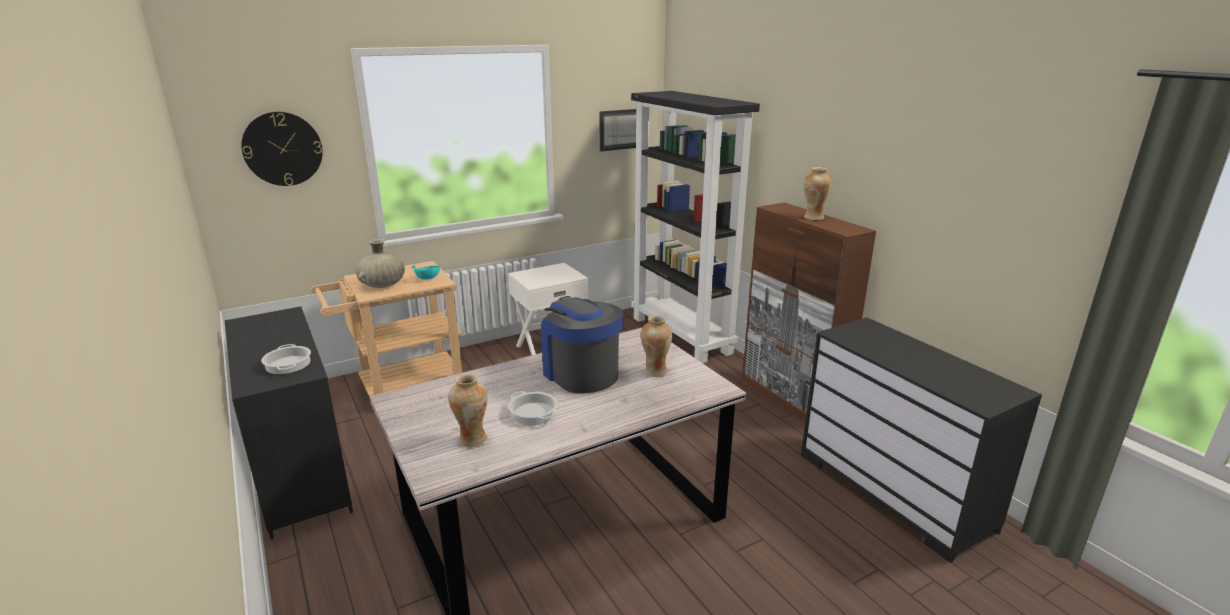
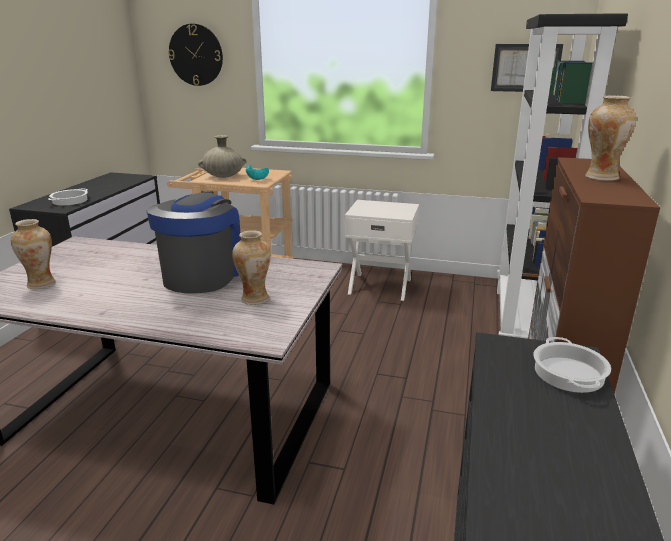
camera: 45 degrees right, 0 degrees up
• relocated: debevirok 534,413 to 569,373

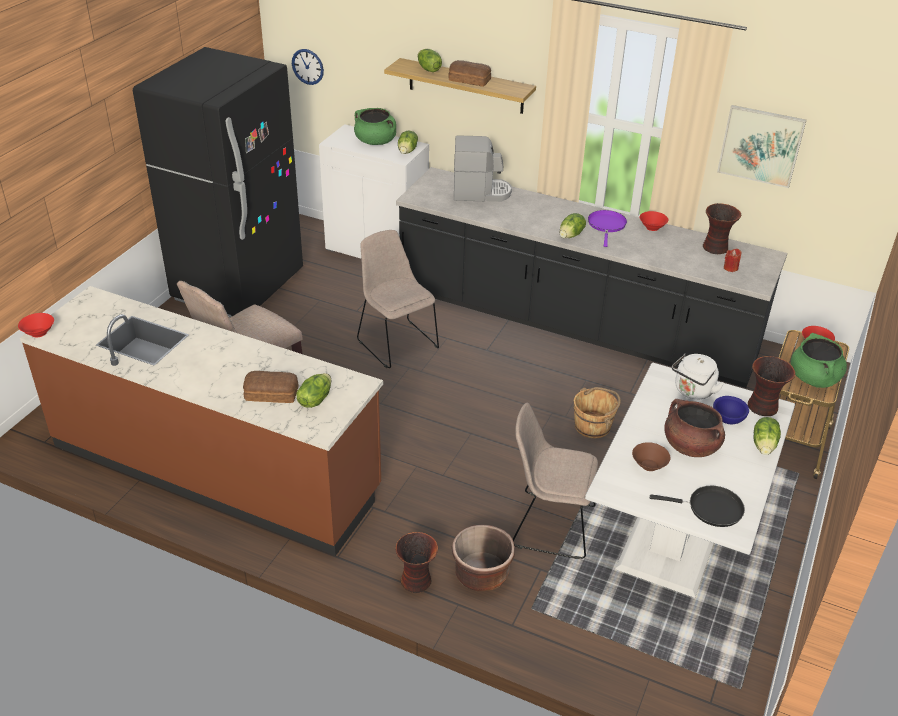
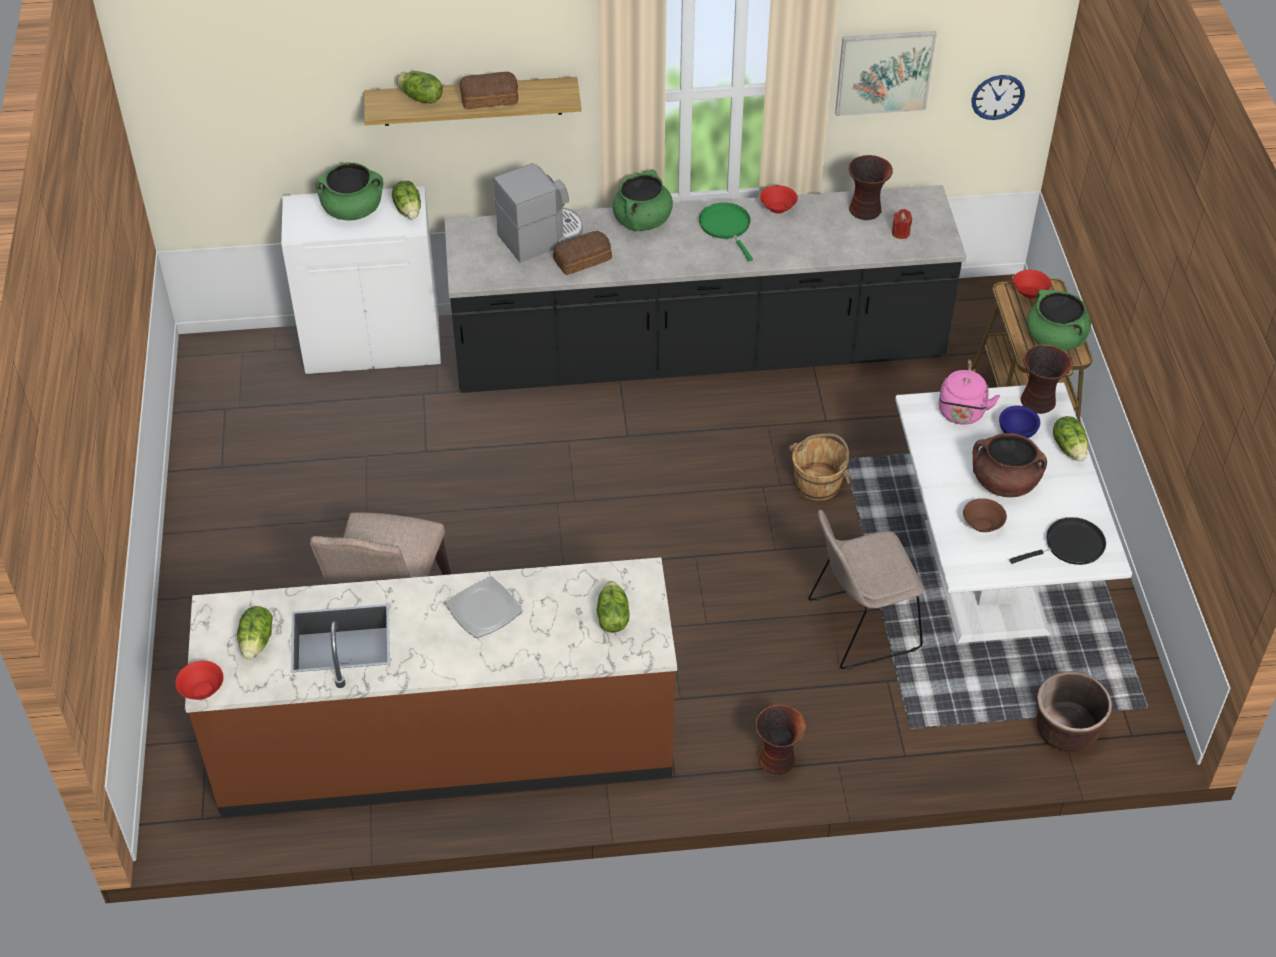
camera: 30 degrees left, 10 degrees up
• missing: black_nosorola 239,286
• relocated: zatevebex 272,394 to 583,260
• relocated: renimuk 307,66 to 997,97
• missing: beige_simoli 396,342
• relocated: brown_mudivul 481,574 to 1066,729
• relocated: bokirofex 571,235 to 257,641
• colour: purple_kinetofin 606,225 to green_kinetofin 726,227
• colour: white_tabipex 692,391 to pink_tabipex 961,414
• appeared: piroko 484,610
• appeared: green_debevirok 642,221

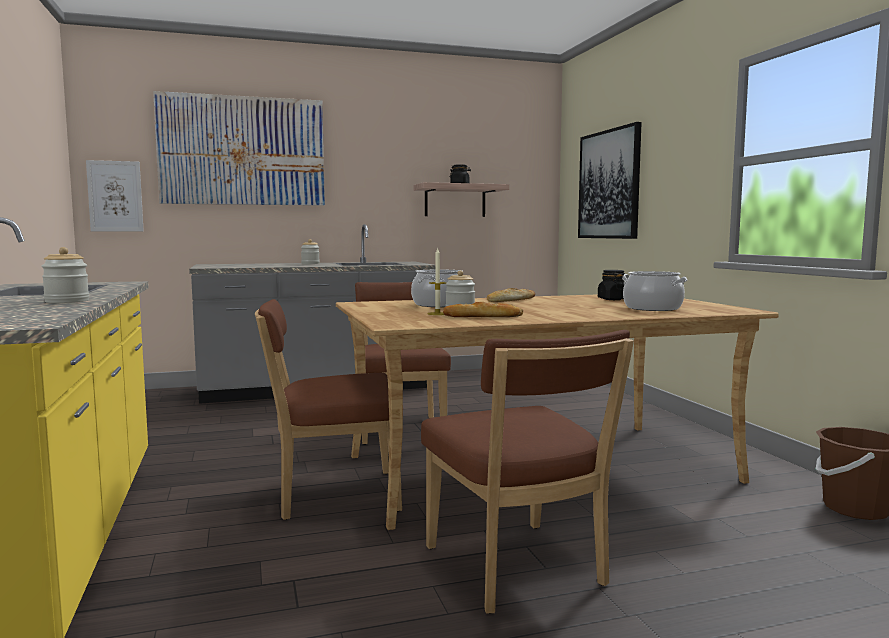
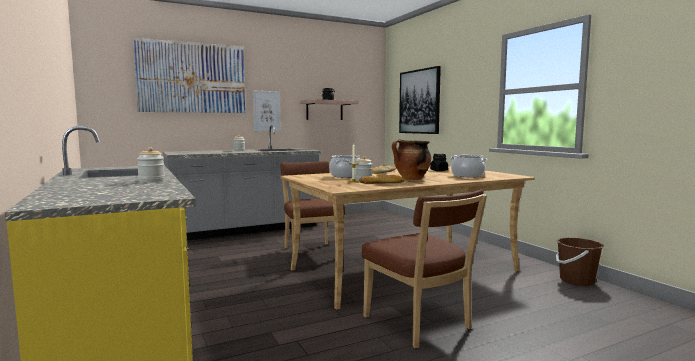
camera: 10 degrees left, 0 degrees up
• relocated: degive 115,196 to 266,111
• missing: brown_simoli 332,495
• appeared: debevirok 411,179

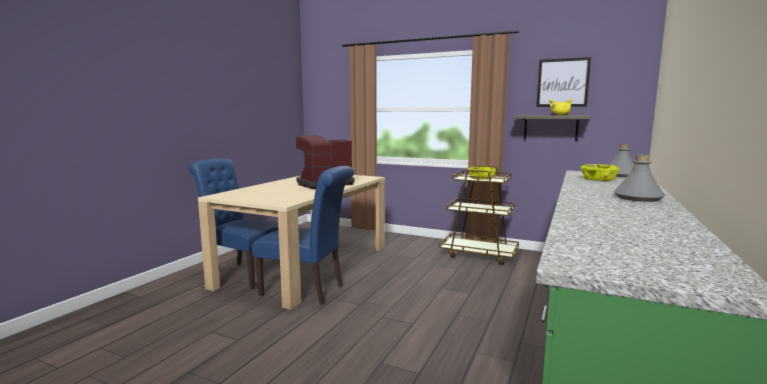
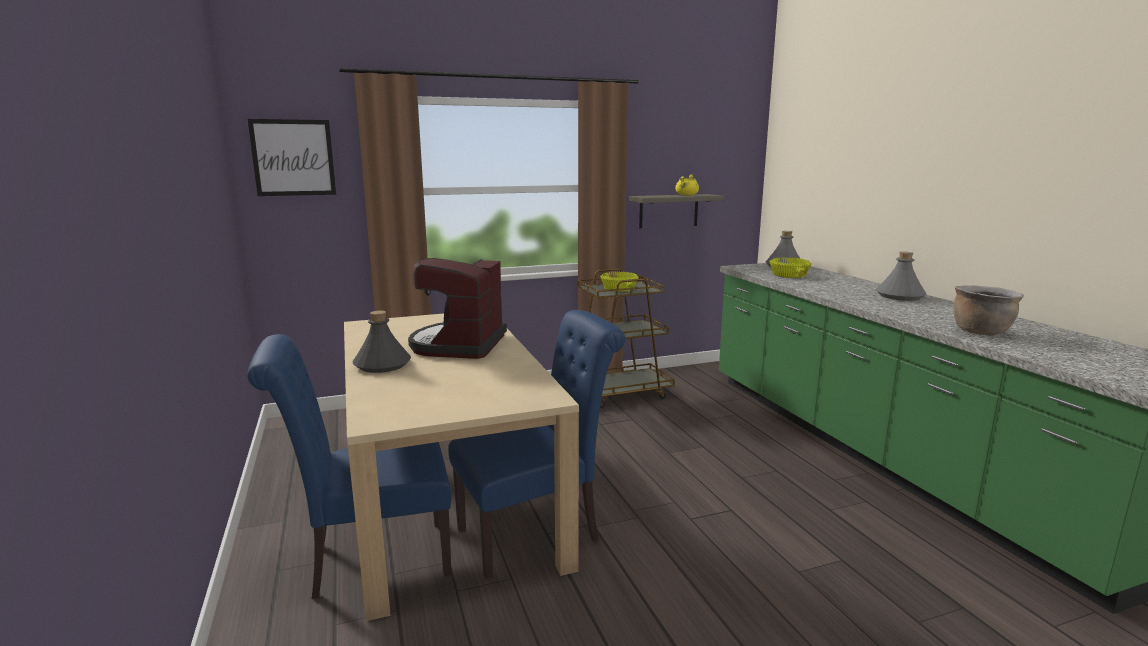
camera: 45 degrees left, 5 degrees up
• relocated: degive 562,83 to 293,158
• appeared: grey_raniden 382,365
• appeared: brown_debevirok 980,331

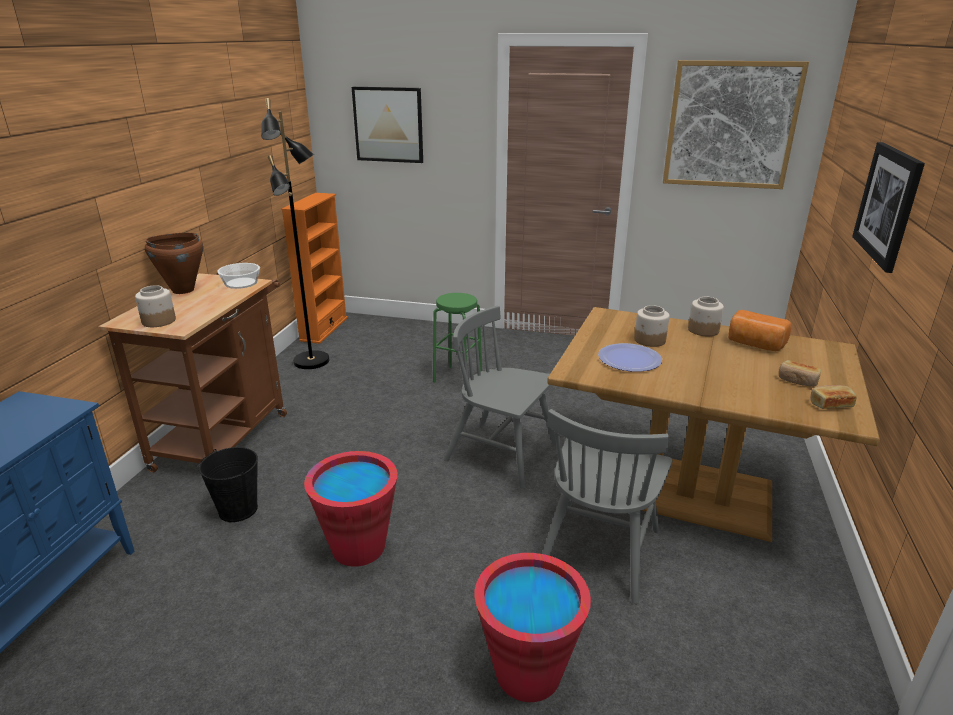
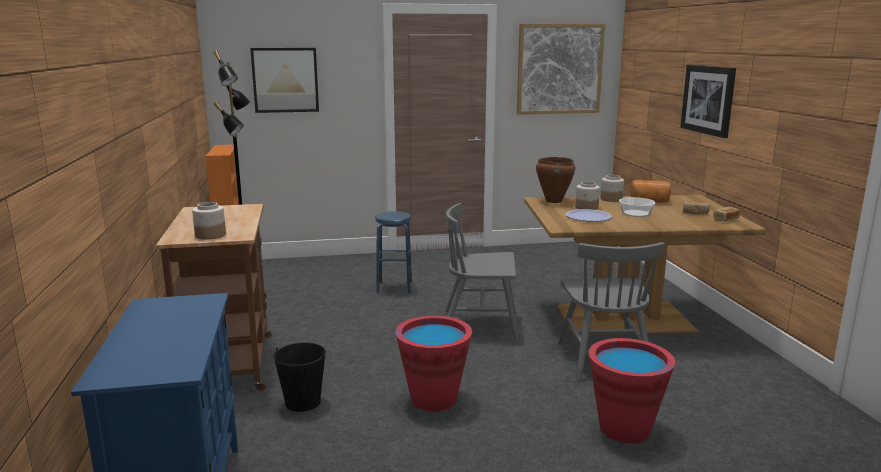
camera: 25 degrees left, 10 degrees down
• relocated: brown_debevirok 182,290 to 553,201
• relocated: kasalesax 241,283 to 636,213
• colour: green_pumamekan 457,378 to blue_pumamekan 394,287

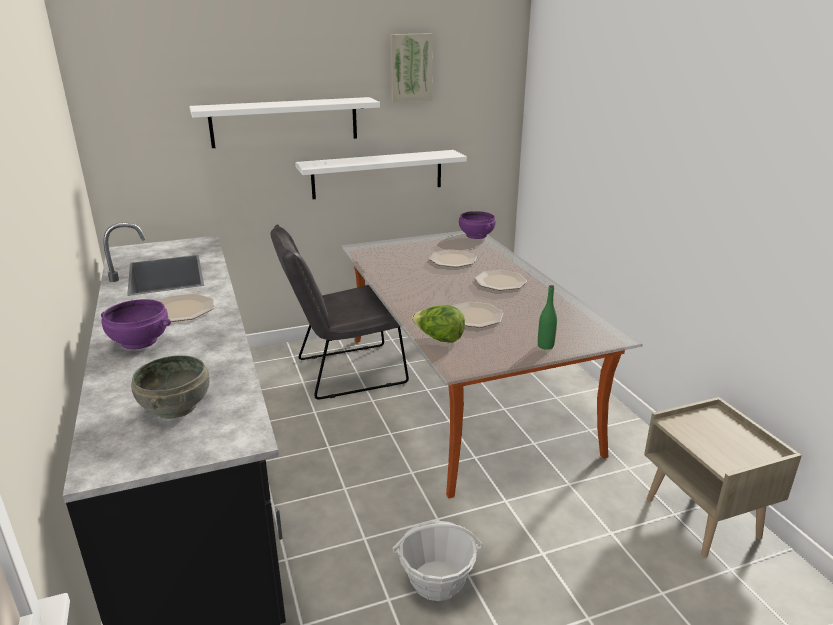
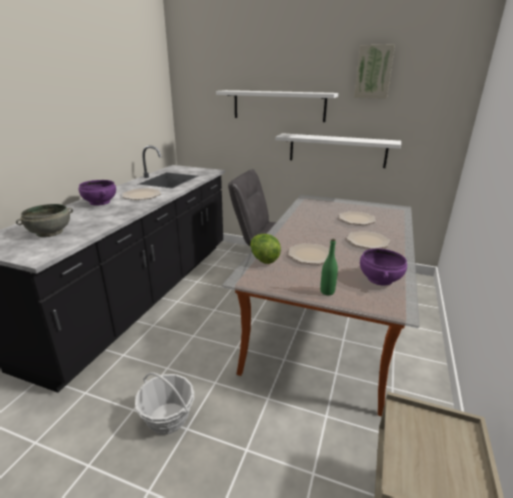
camera: 40 degrees right, 0 degrees up
• relocated: purple_kasalesax 475,235 to 379,279

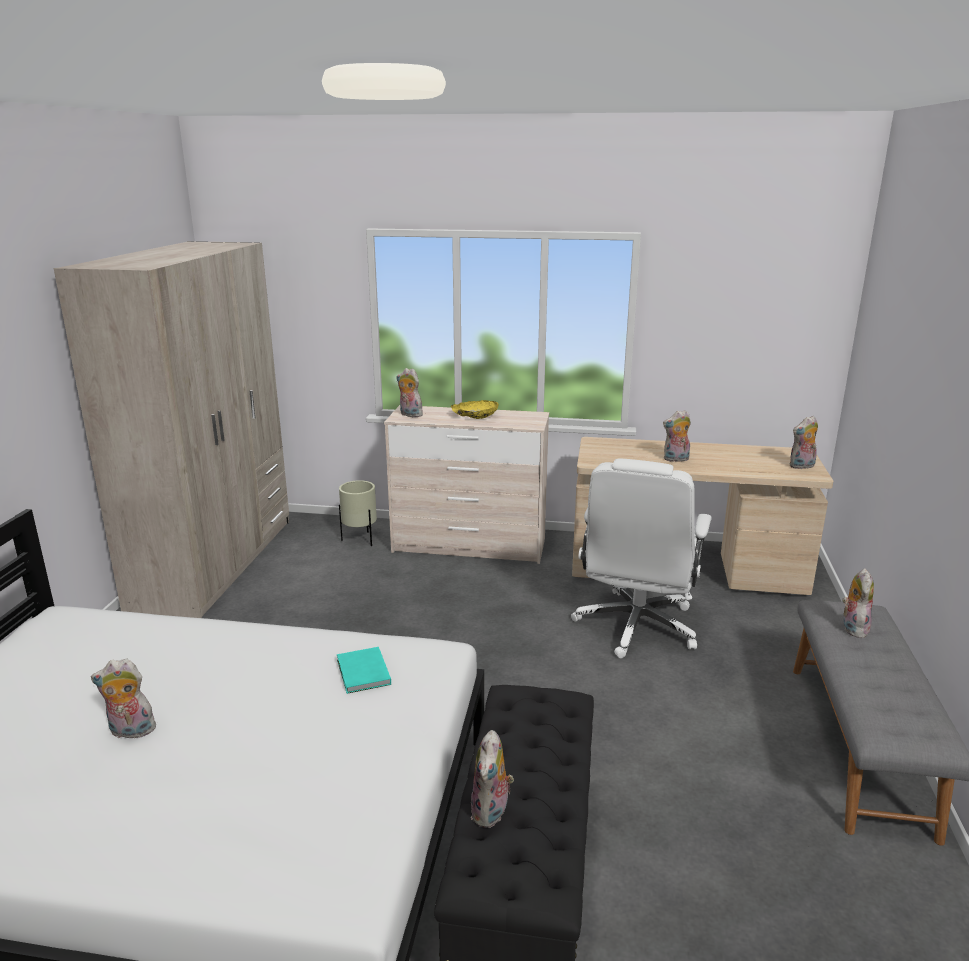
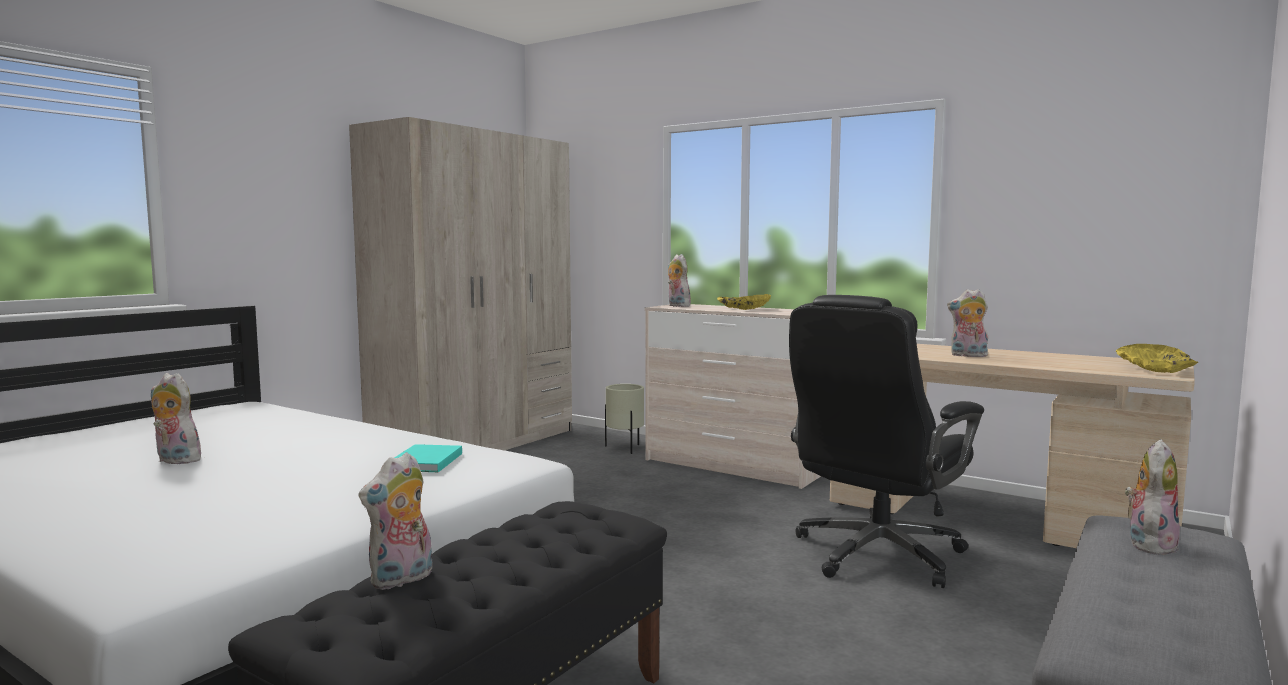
camera: 25 degrees right, 15 degrees down
• colour: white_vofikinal 636,626 to black_vofikinal 876,555
• exchanged: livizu 802,466 to yellow_kasalesax 1154,370

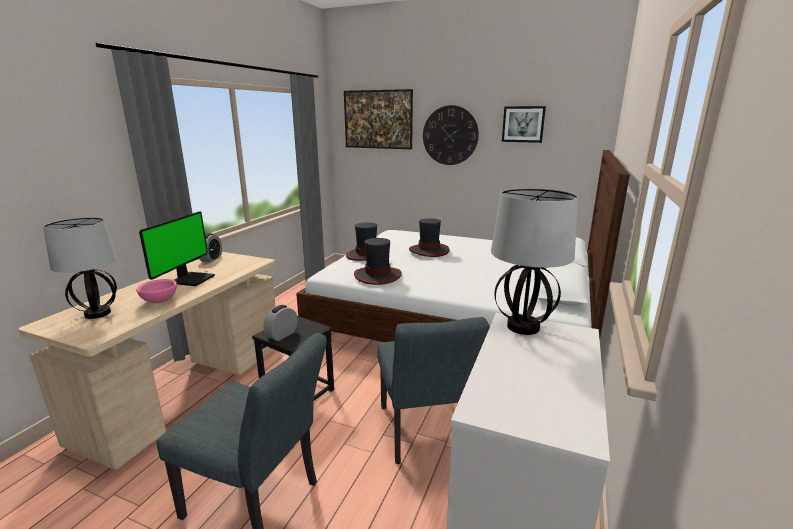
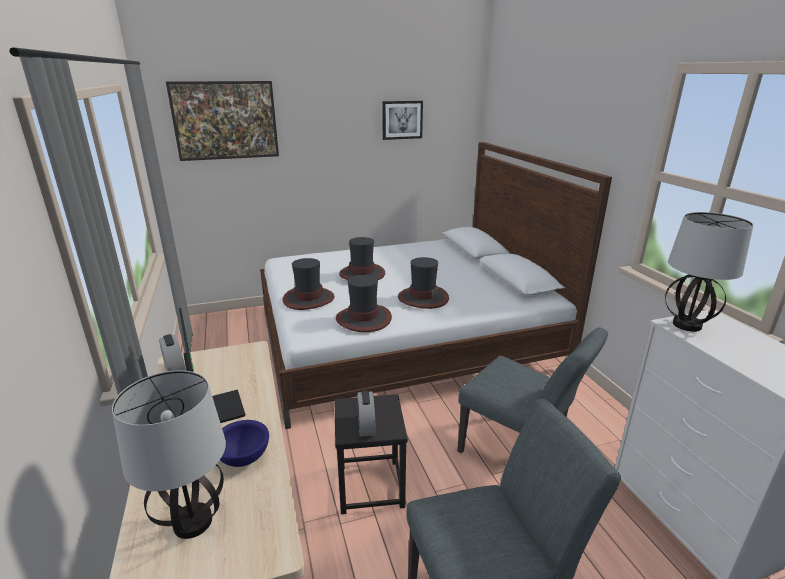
camera: 40 degrees left, 5 degrees up
• colour: pink_kasalesax 160,301 to blue_kasalesax 244,457
• missing: renimuk 450,135
• appeared: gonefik 423,298

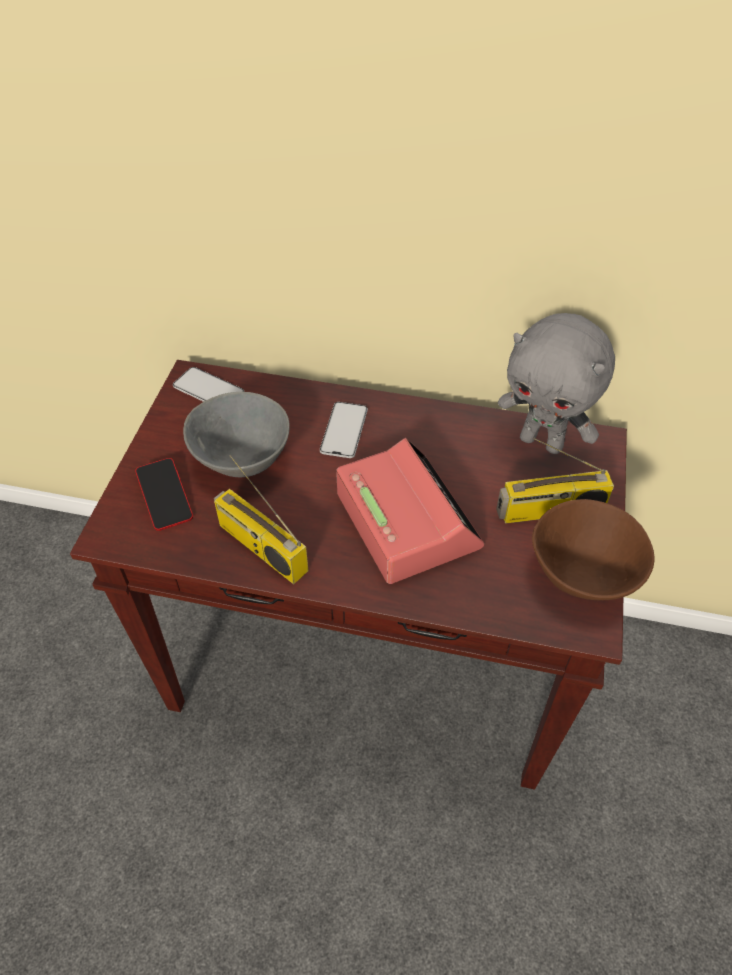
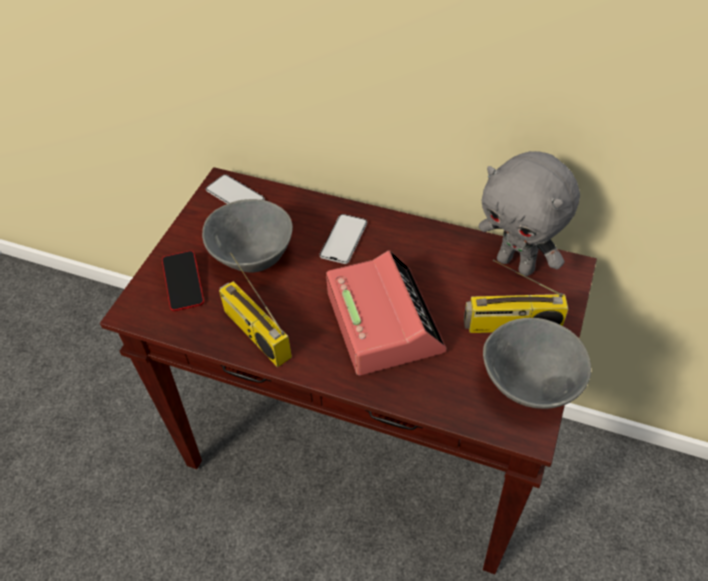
camera: 10 degrees right, 0 degrees up
• colour: brown_kasalesax 582,579 to grey_kasalesax 529,388

